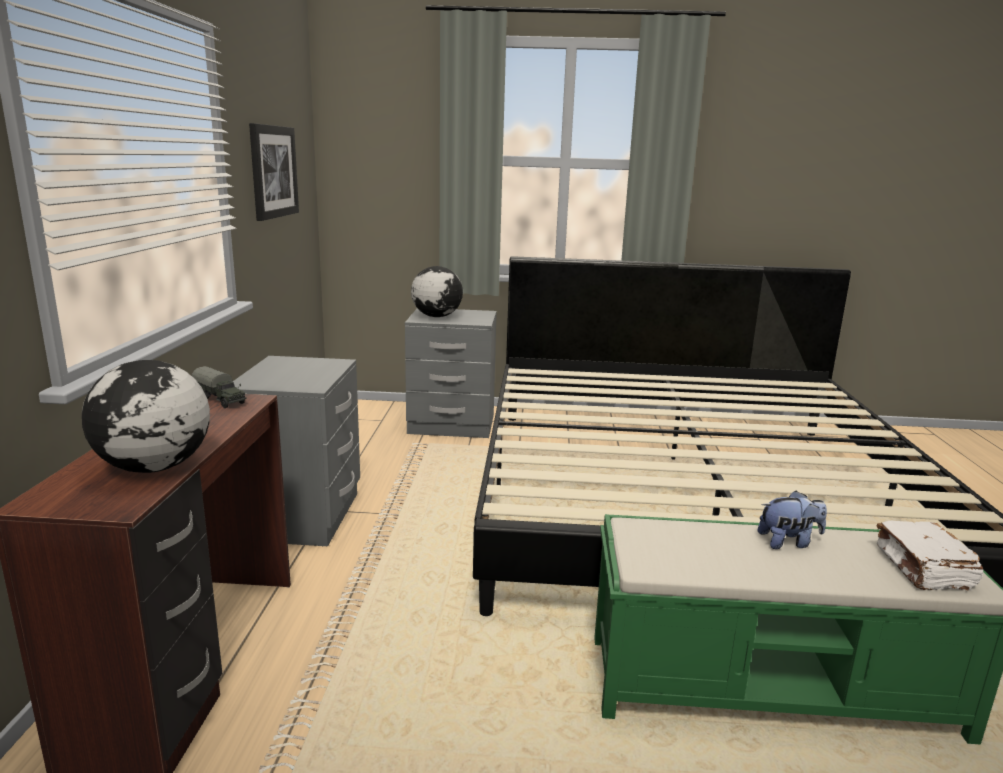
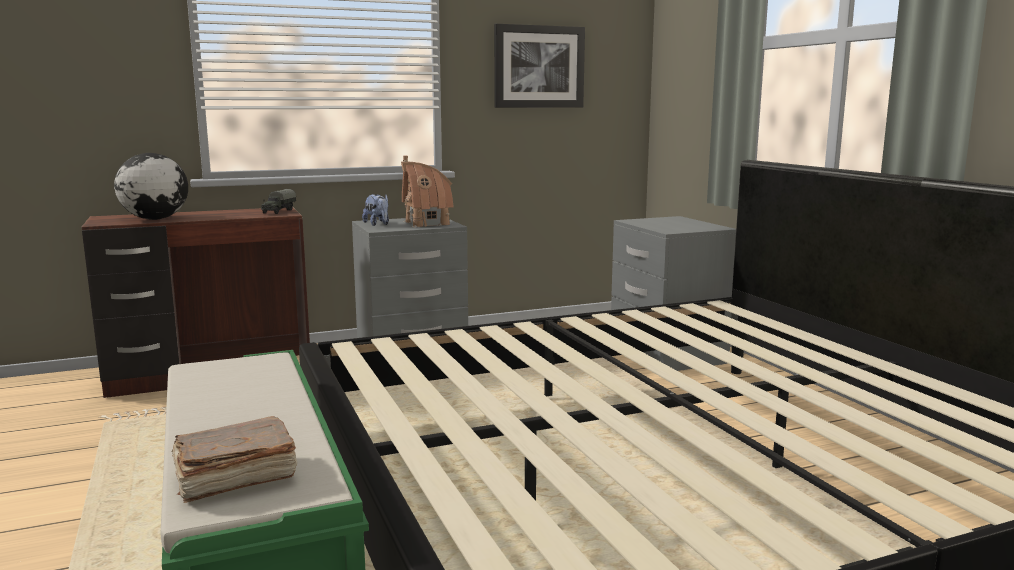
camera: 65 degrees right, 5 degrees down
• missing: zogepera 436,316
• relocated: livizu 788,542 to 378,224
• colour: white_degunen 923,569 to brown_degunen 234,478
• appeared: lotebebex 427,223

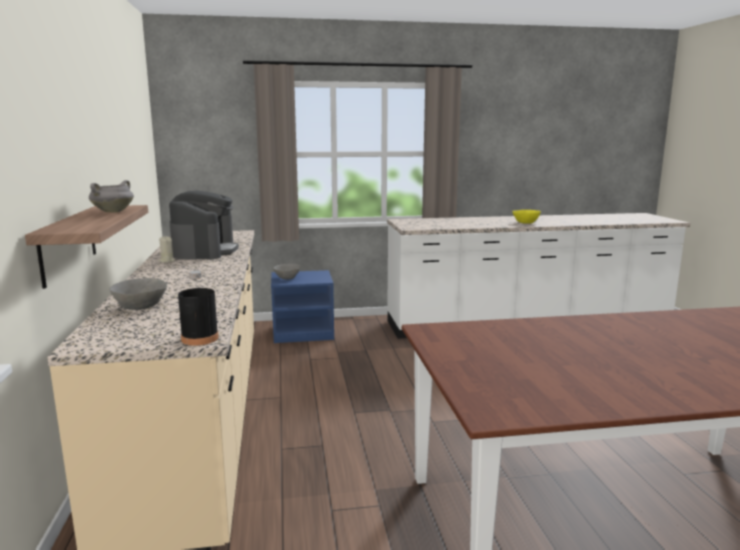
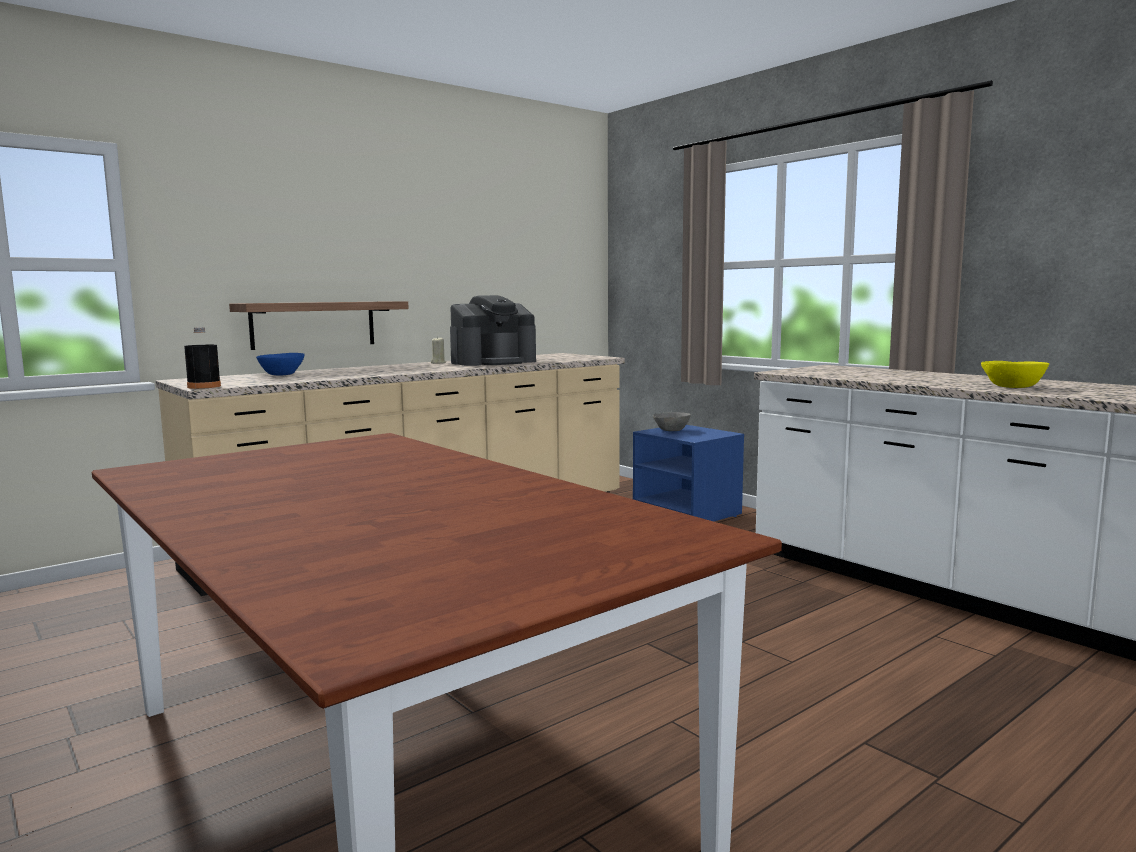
camera: 60 degrees right, 5 degrees down
• missing: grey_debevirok 113,212
• colour: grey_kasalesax 140,307 to blue_kasalesax 281,374

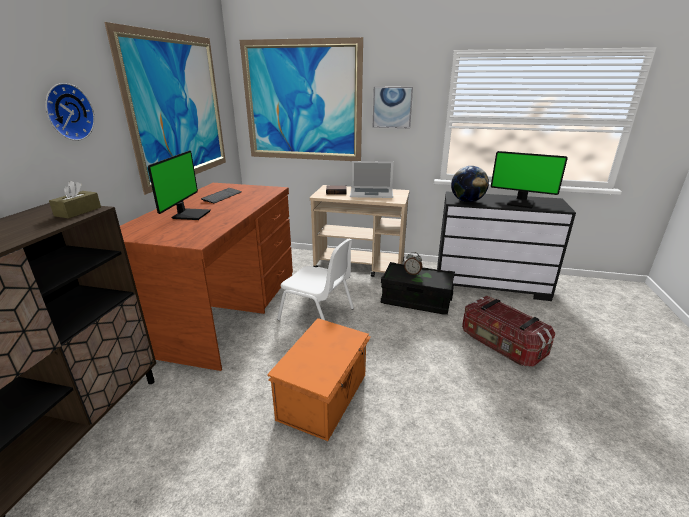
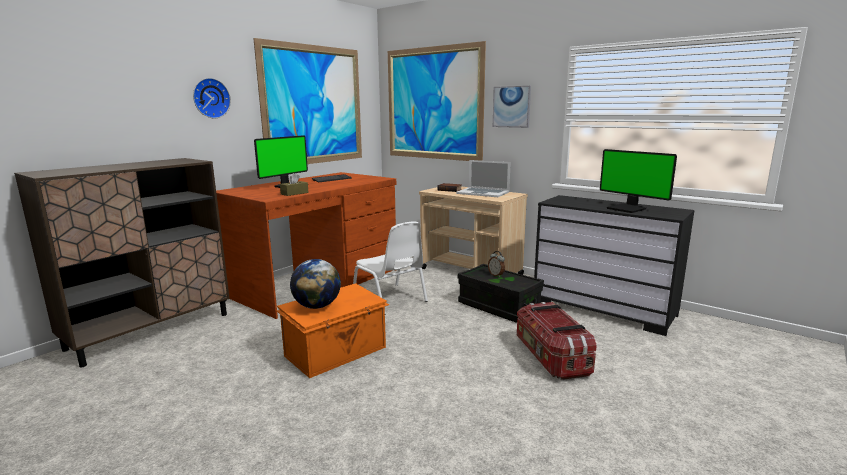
camera: 25 degrees right, 10 degrees down
• relocated: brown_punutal 78,211 to 294,193
• relocated: zogepera 467,201 to 317,306

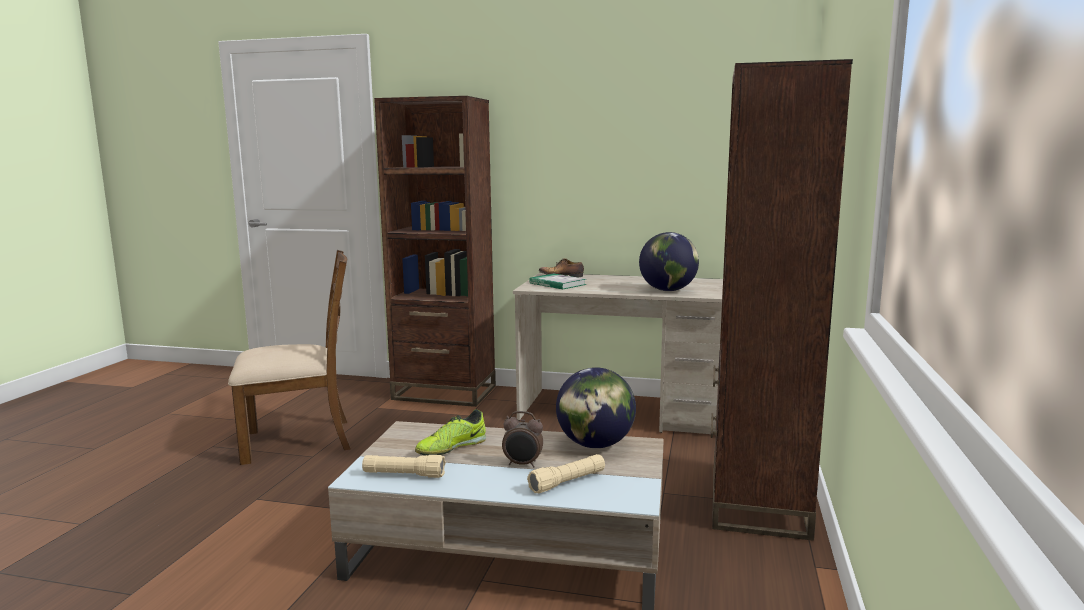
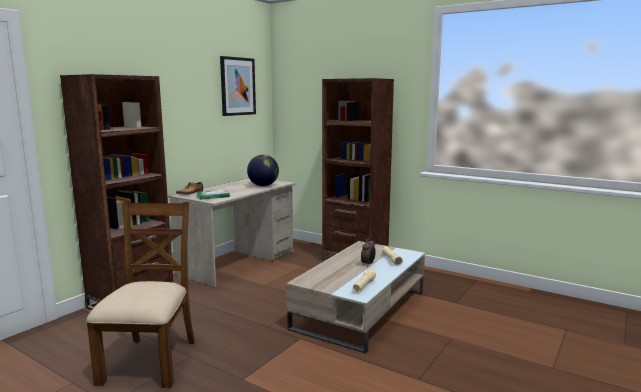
camera: 70 degrees left, 0 degrees up
• missing: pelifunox 451,448
• missing: zogepera 595,445
• appeared: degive 237,86

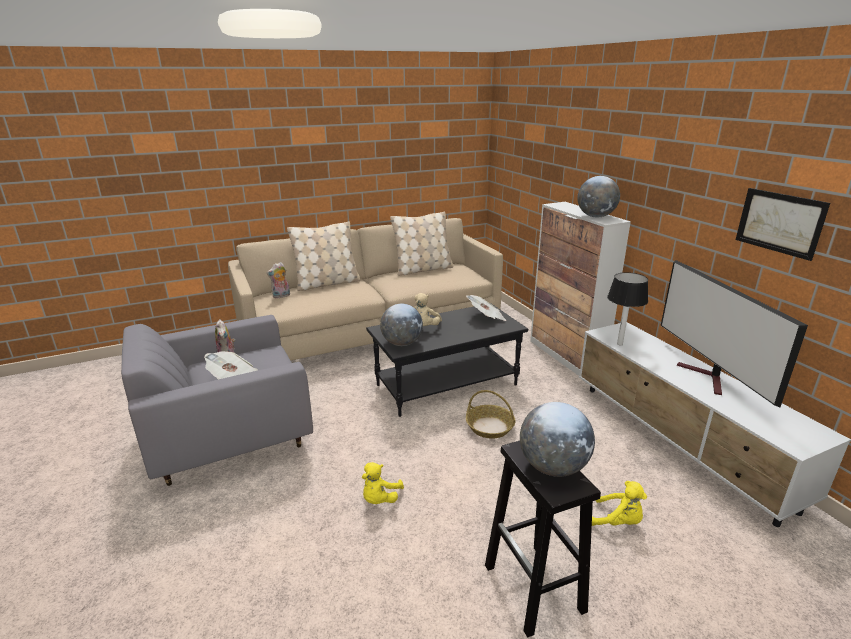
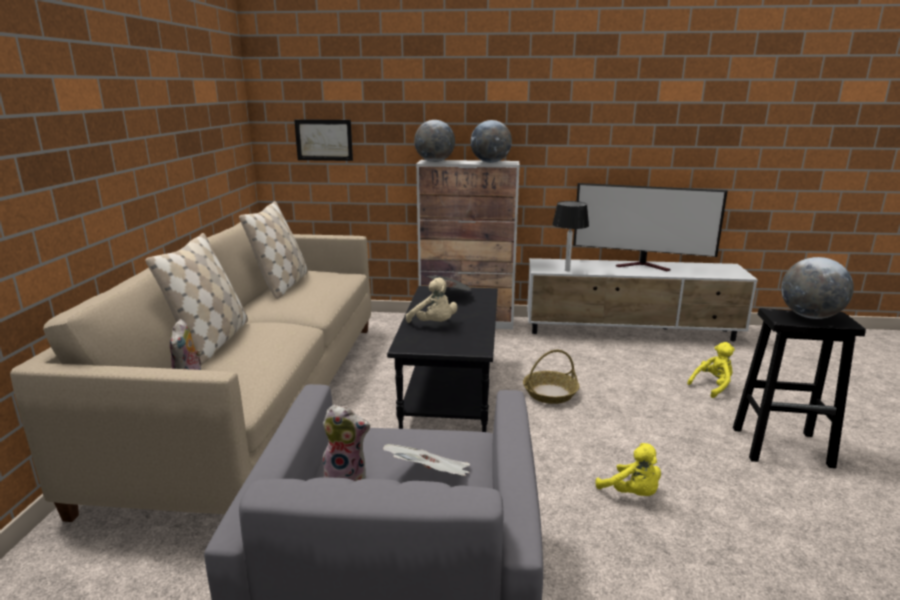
camera: 60 degrees left, 5 degrees down
• relocated: zogepera 402,343 to 434,161
• relocated: degive 779,222 to 324,140

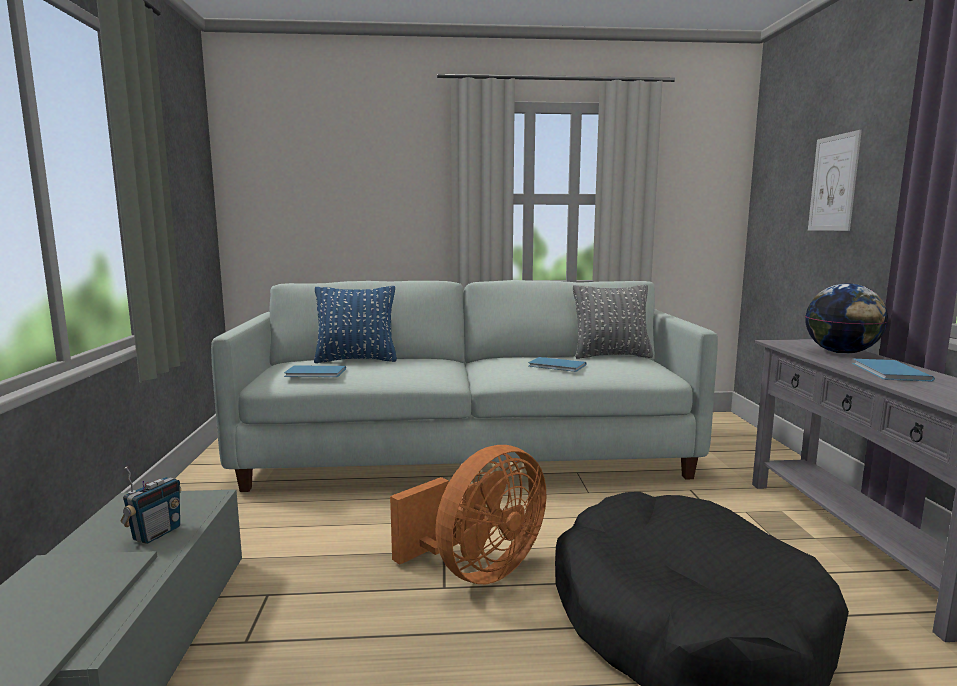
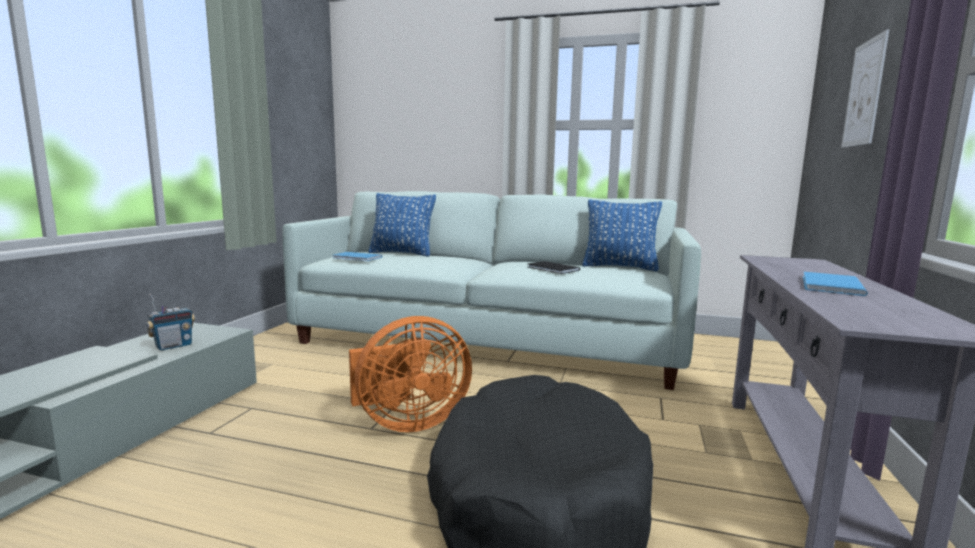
camera: 20 degrees right, 0 degrees up
• colour: blue_degunen 558,366 to black_degunen 553,269
• colour: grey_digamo 611,356 to blue_digamo 619,267
• missing: zogepera 841,353

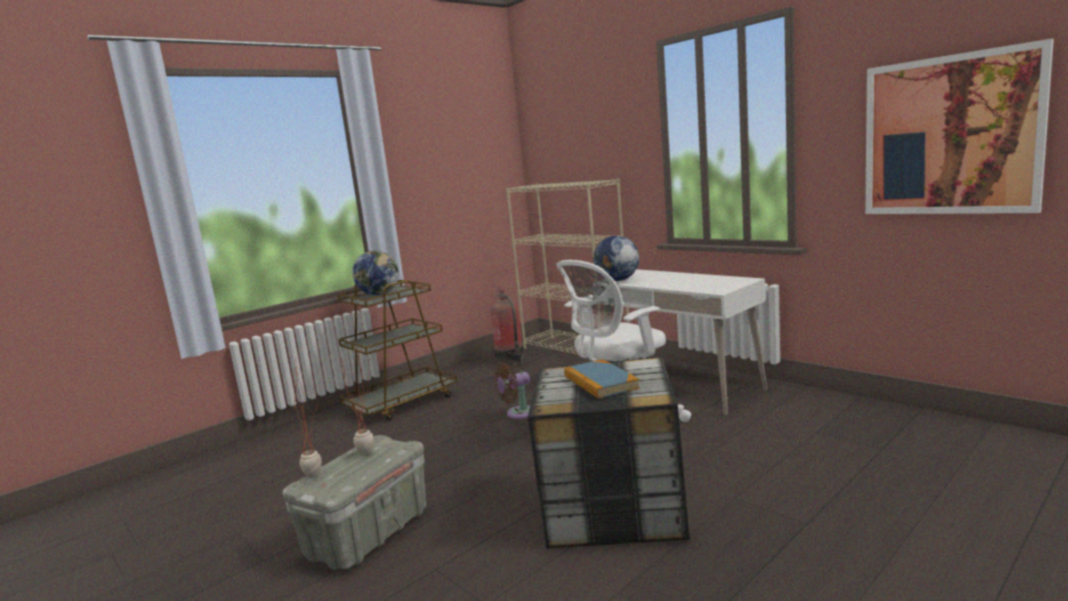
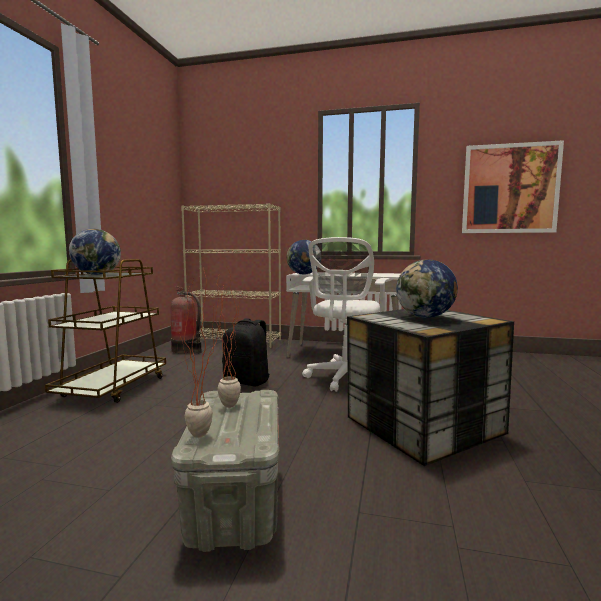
camera: 35 degrees left, 5 degrees down
• exchanged: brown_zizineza 518,414 to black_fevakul 247,381
• exchanged: degunen 600,382 to zogepera 425,317

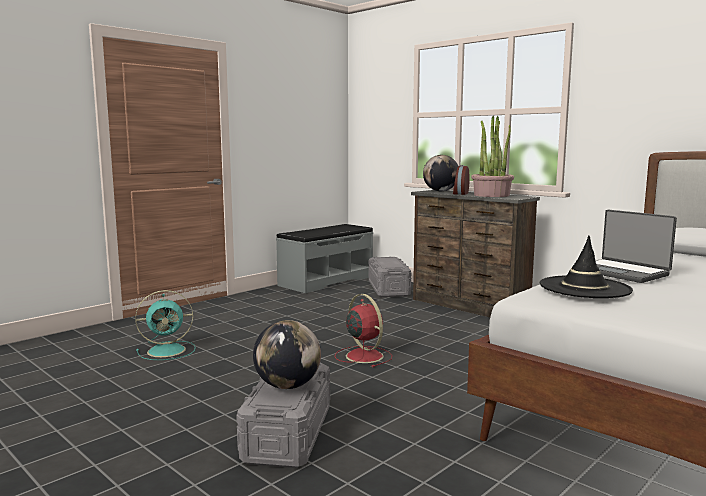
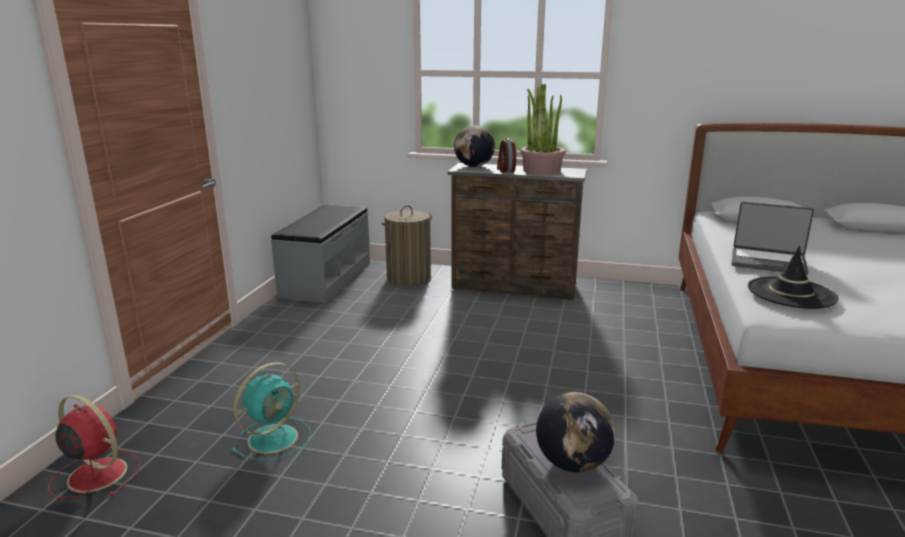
camera: 30 degrees left, 10 degrees up
• relocated: red_zizineza 363,356 to 95,474
• exchanged: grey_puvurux 388,289 to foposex 409,278

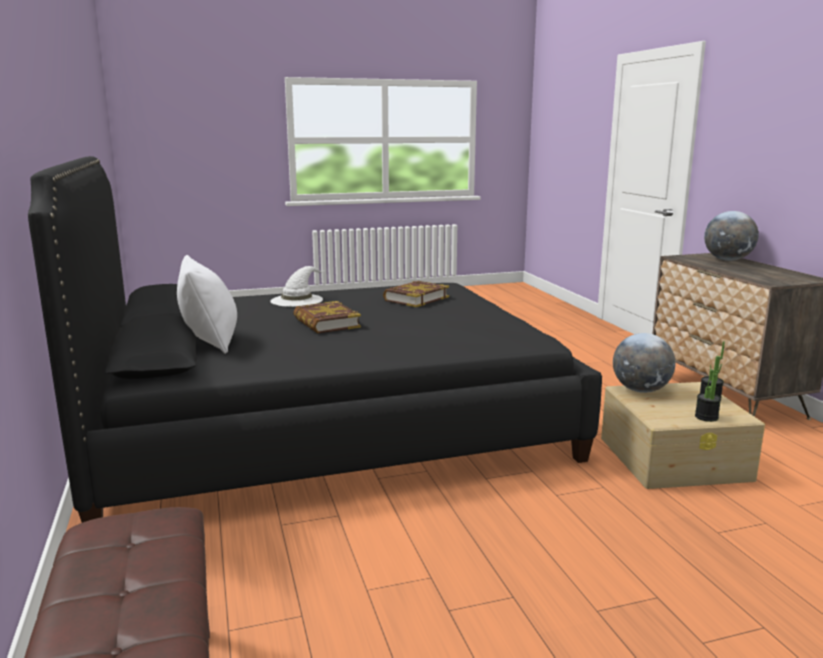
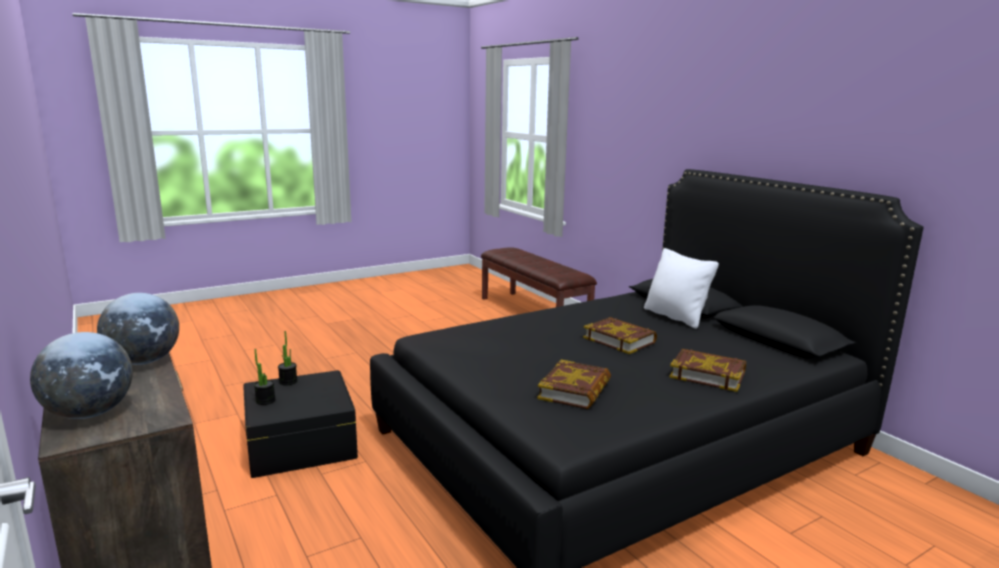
camera: 165 degrees right, 0 degrees up
• exchanged: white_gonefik 297,300 to degunen 707,375
• colour: beige_puvurux 675,458 to black_puvurux 299,443
• relocated: zogepera 640,390 to 144,361

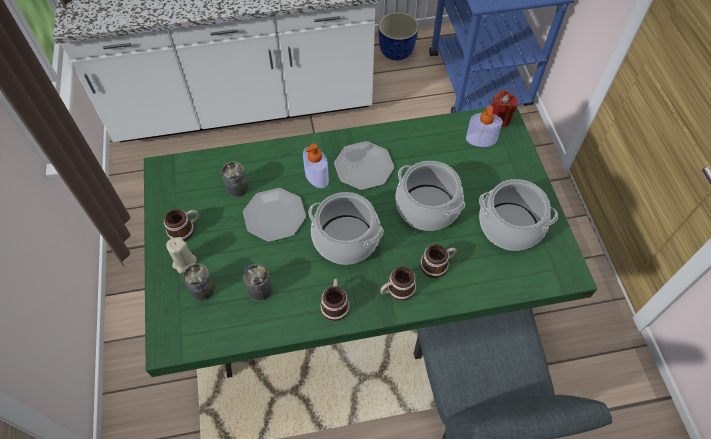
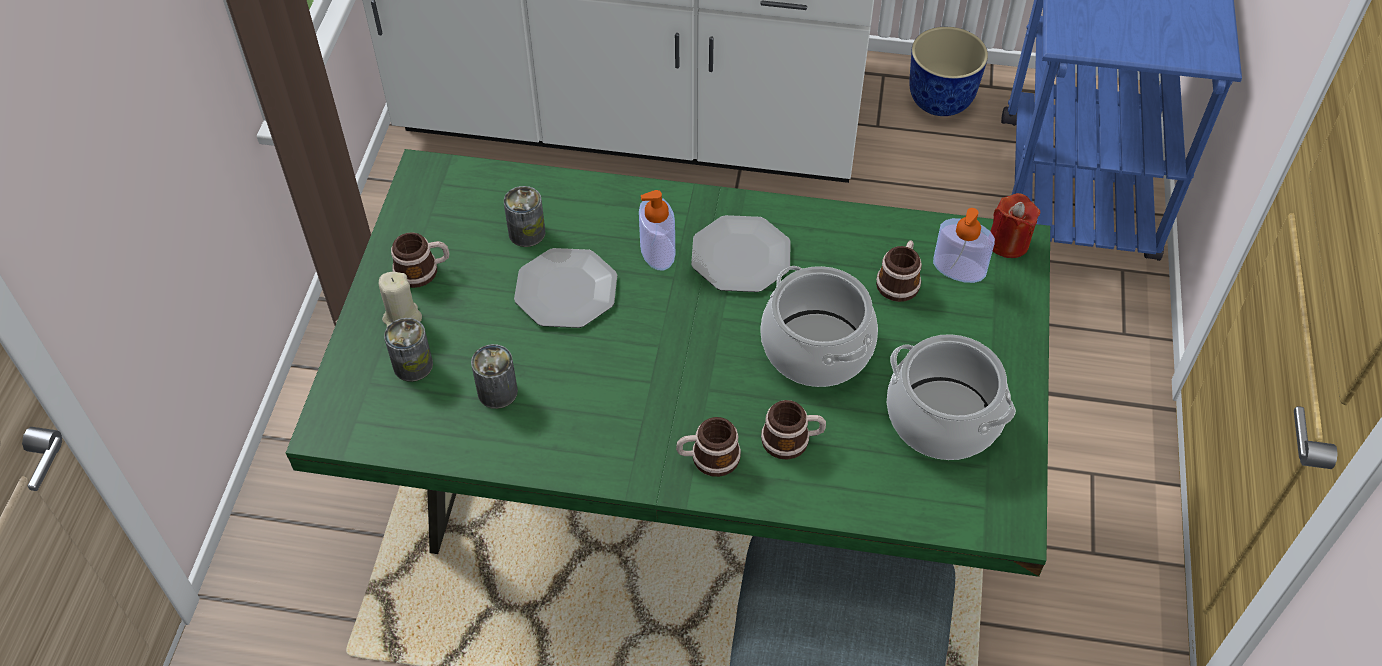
camera: 20 degrees right, 5 degrees down
• missing: debevirok 345,239
• relocated: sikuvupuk 335,303 to 899,281

